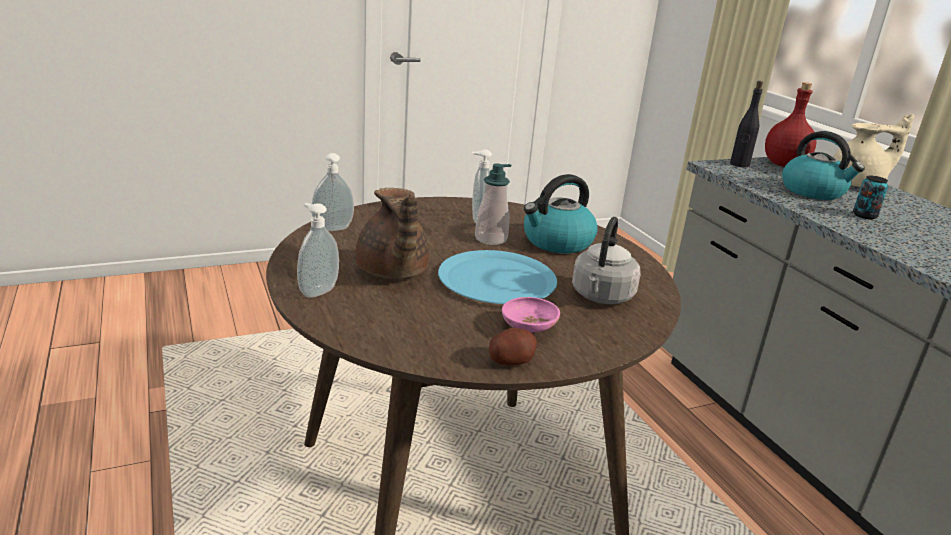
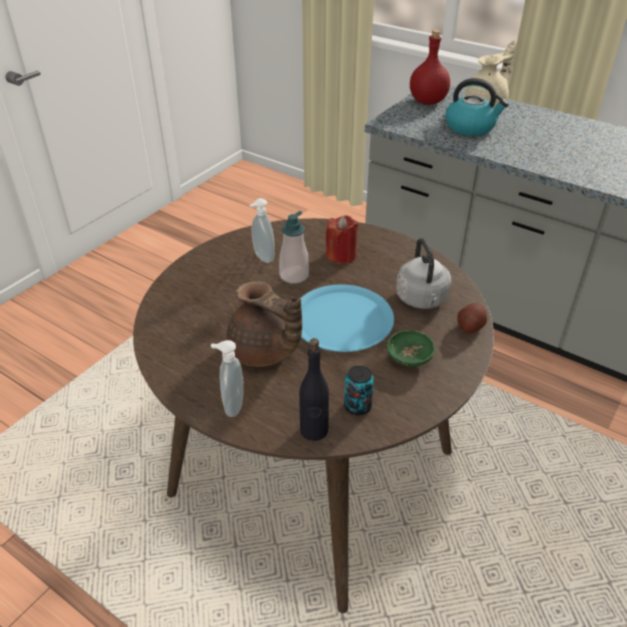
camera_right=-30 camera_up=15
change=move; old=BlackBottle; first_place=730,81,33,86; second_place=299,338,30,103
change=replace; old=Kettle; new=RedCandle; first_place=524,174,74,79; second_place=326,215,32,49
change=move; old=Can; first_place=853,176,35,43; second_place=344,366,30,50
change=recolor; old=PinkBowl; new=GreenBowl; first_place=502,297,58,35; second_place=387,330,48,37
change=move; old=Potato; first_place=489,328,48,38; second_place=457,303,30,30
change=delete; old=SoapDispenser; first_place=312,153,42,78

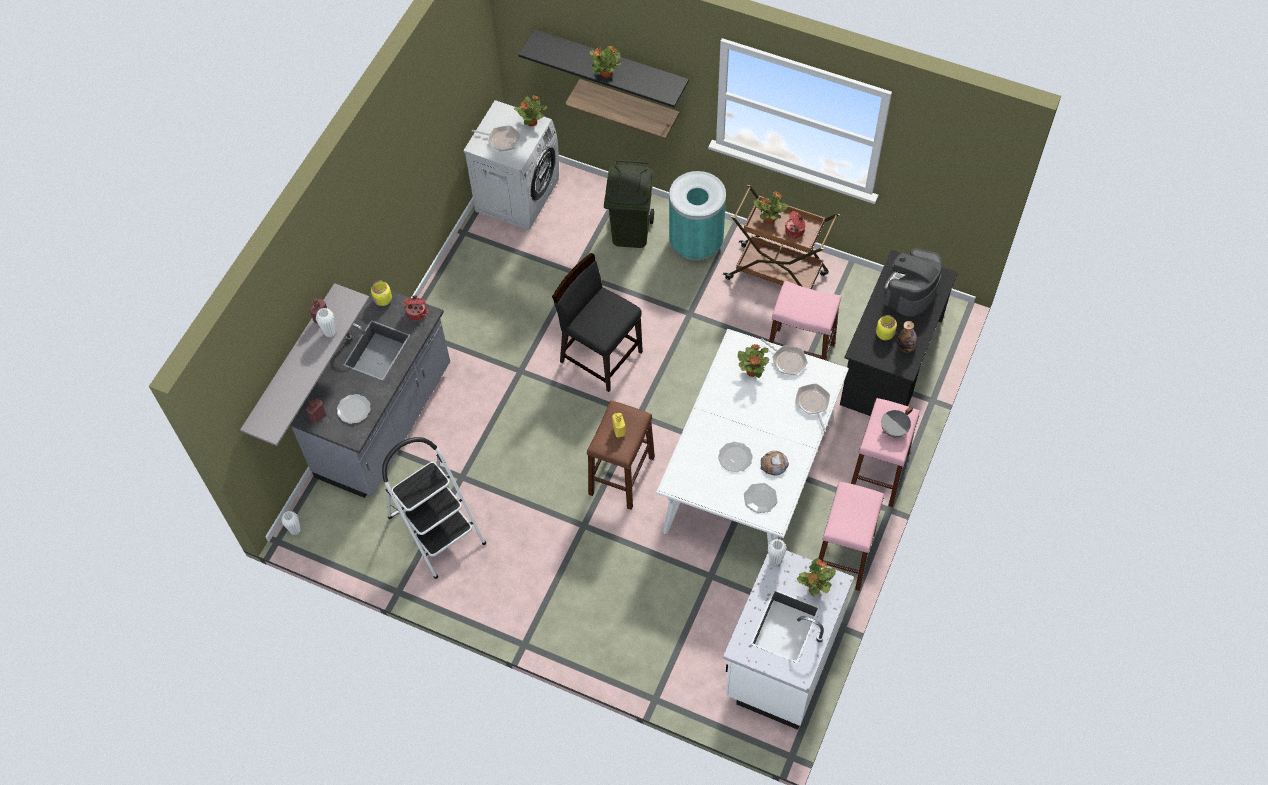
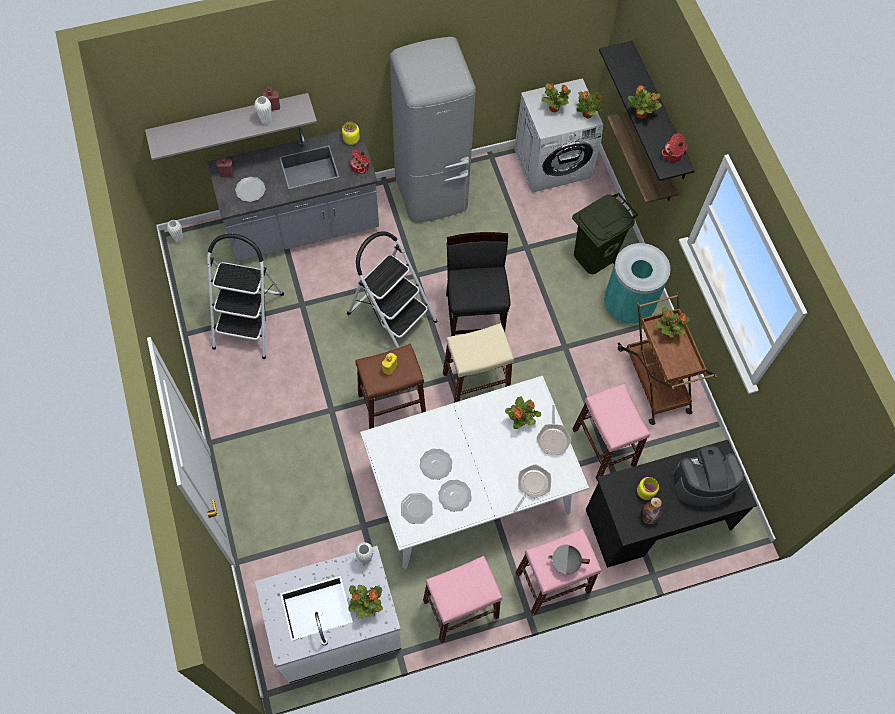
camera_right=45 camera_up=5
change=insert; new=StepLadder; second_place=347,231,91,117
change=insert; new=GreyFridge; second_place=390,37,86,186
change=replace; old=Bread; new=Plate; first_place=760,451,29,24; second_place=438,480,34,32
change=insert; new=BeigeStool; second_place=443,323,71,80
change=replace; old=FryingPan; new=PottedPlant; first_place=472,125,48,27; second_place=541,83,30,29
change=move; old=CookingPot; first_place=785,211,20,27; second_place=662,133,26,29

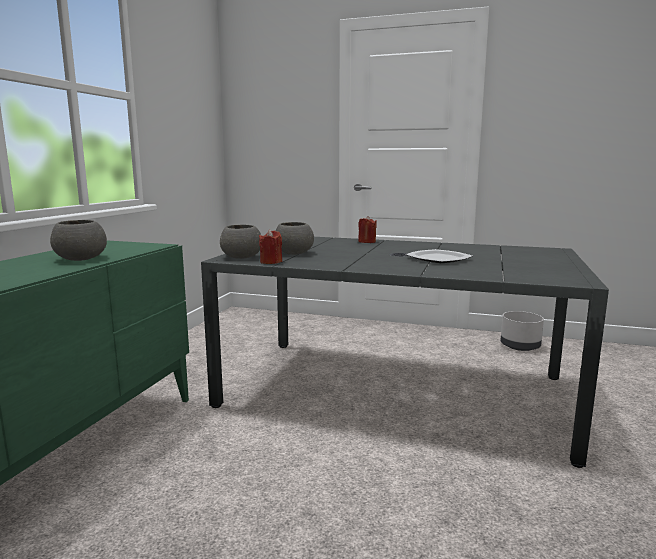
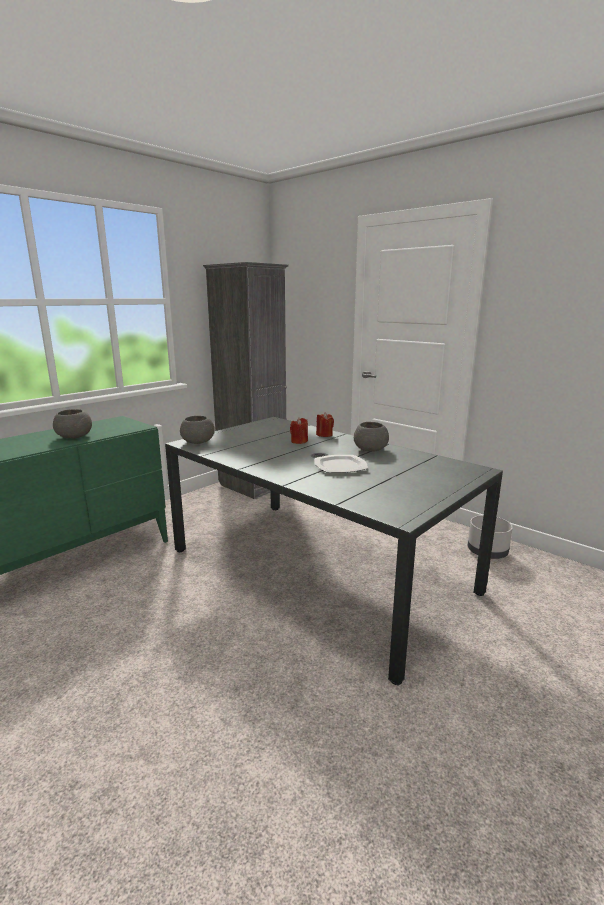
camera_right=25 camera_up=5
change=insert; new=GreyCabinet; second_place=203,262,86,237
change=move; old=RedCandle; first_place=259,229,23,35; second_place=290,418,18,26
change=move; old=GreyBowl; first_place=275,222,39,33; second_place=354,422,35,30

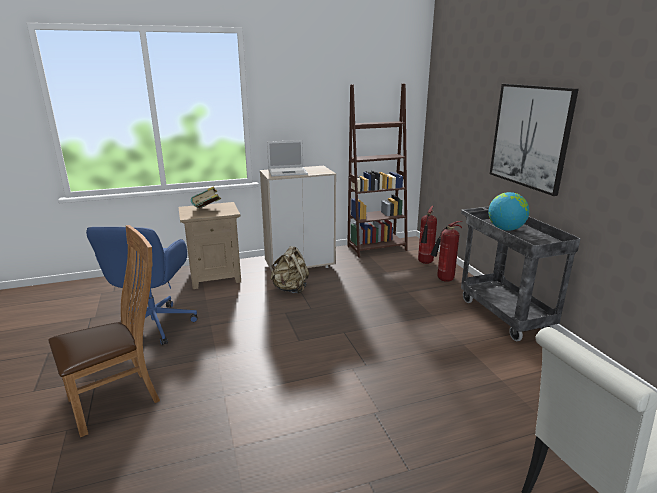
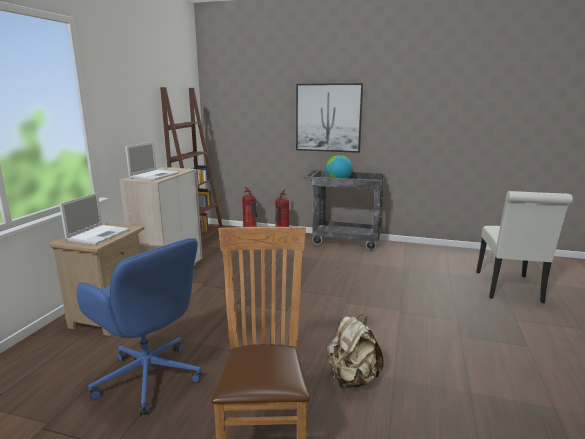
camera_right=-55 camera_up=-5
change=replace; old=Book; new=Laptop; first_place=191,186,30,23; second_place=59,192,71,53
change=move; old=BeigeBackpack; first_place=270,246,39,48; second_place=326,314,58,74

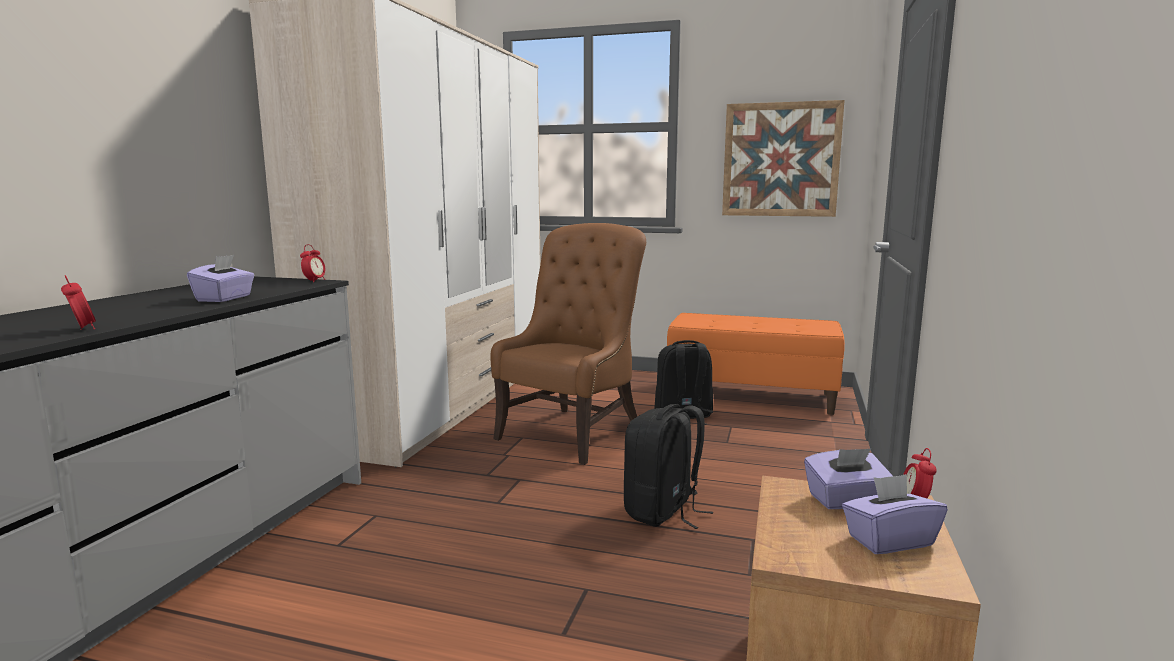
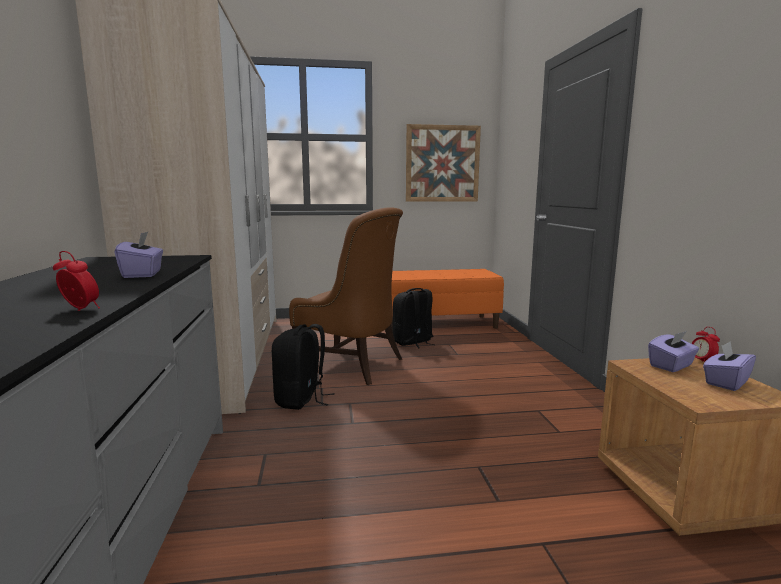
camera_right=-25 camera_up=0
change=move; old=BlackBackpack; first_place=624,404,89,125; second_place=272,324,63,86
change=rotate; old=BrownChair; first_place=490,223,156,242; second_place=289,207,114,178; degrees=105
change=delete; old=AlarmClock; first_place=300,244,25,38

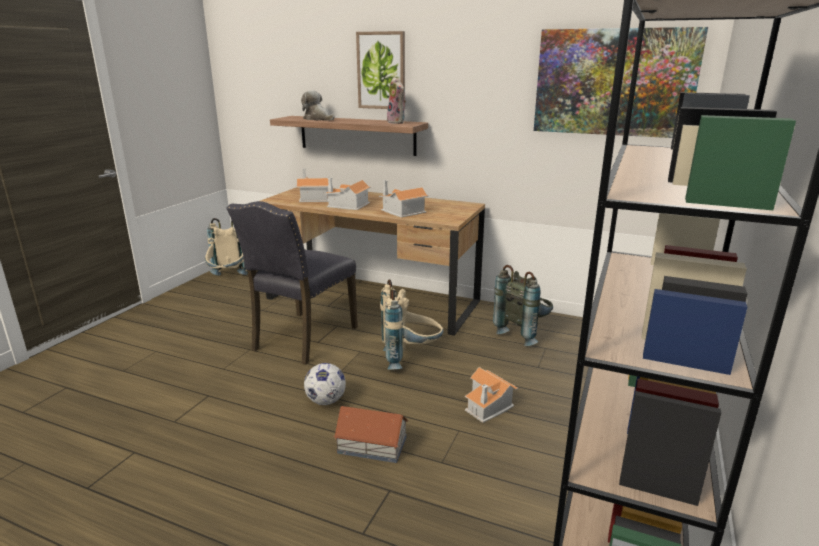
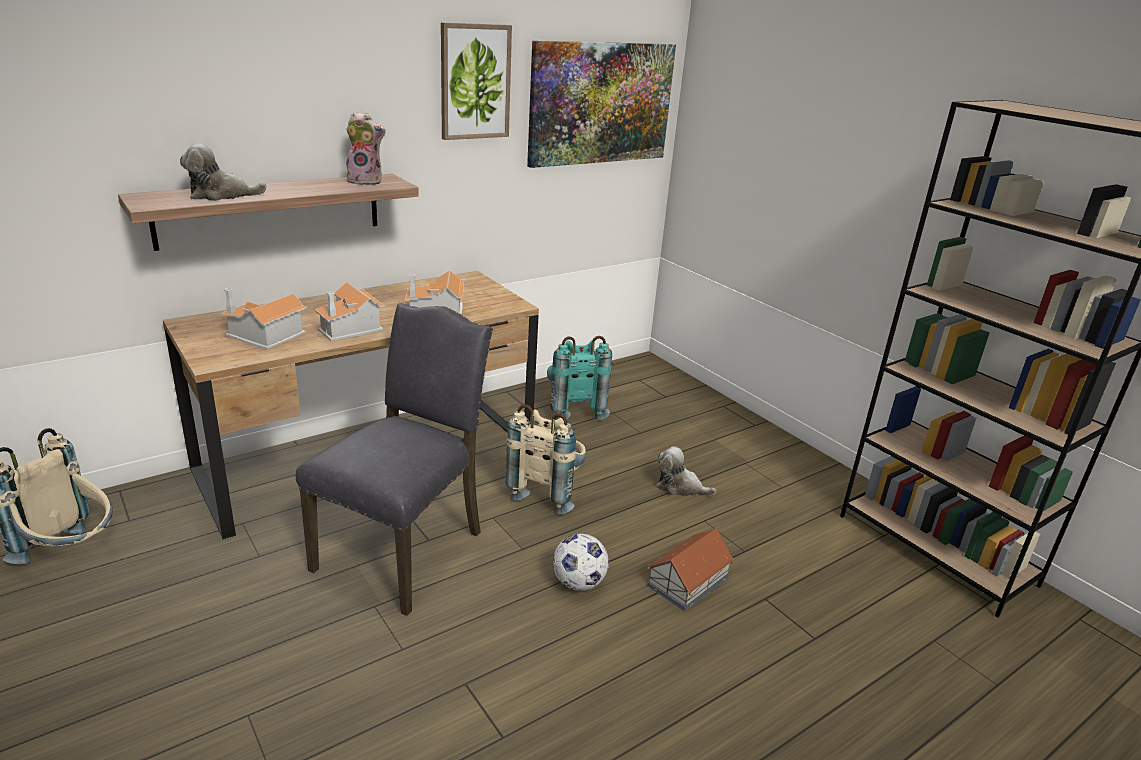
camera_right=-60 camera_up=5
change=rotate; old=GreyChair; first_place=226,201,132,164; second_place=296,303,197,313; degrees=-120
change=move; old=Picture; first_place=356,31,49,78; second_place=441,23,71,117
change=recolor; old=GreyBackpack; new=TurquoiseBackpack; first_place=493,265,60,81; second_place=547,336,65,84
change=replace; old=ToyHouse; new=PlushToy; first_place=465,367,53,56; second_place=657,446,59,50

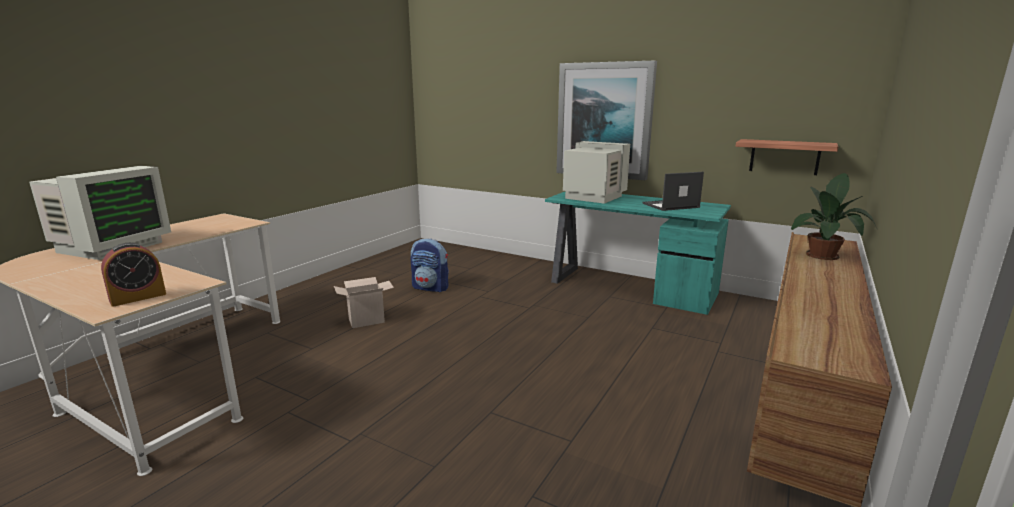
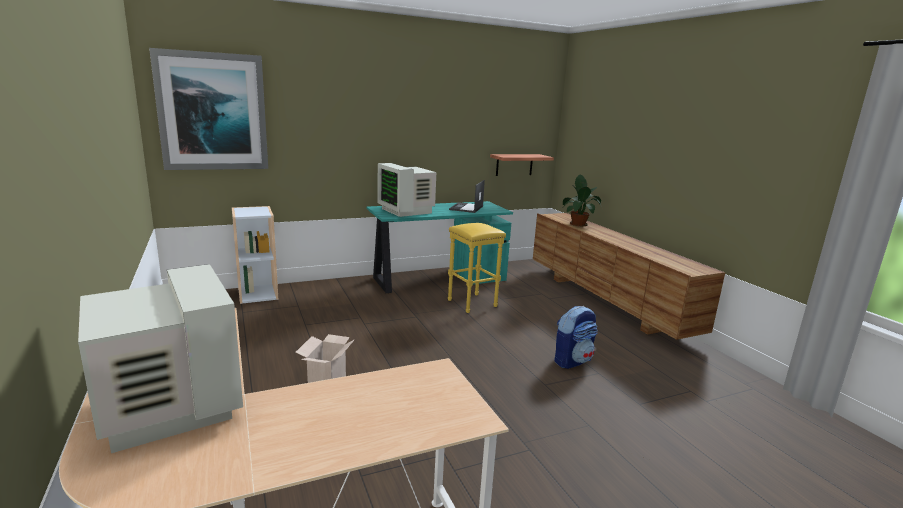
camera_right=-55 camera_up=0
change=move; old=Picture; first_place=556,60,101,120; second_place=149,48,119,122
change=insert; new=Bookcase; second_place=232,206,46,98
change=rotate; old=Monitor; first_place=563,141,67,63; second_place=377,163,59,54; degrees=-105
change=insert; new=YellowStool; second_place=448,223,58,90
change=move; old=Backpack; first_place=411,238,38,54; second_place=554,306,44,63
change=delete; old=AlarmClock; first_place=101,243,65,64

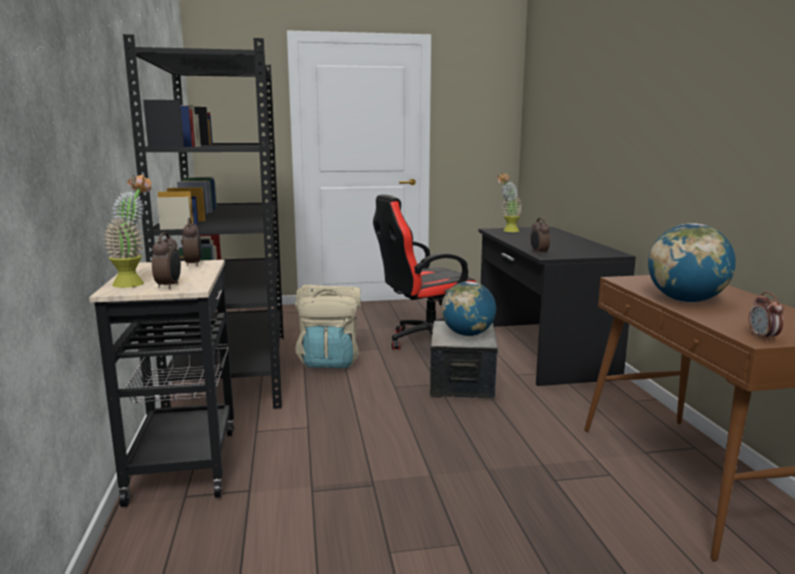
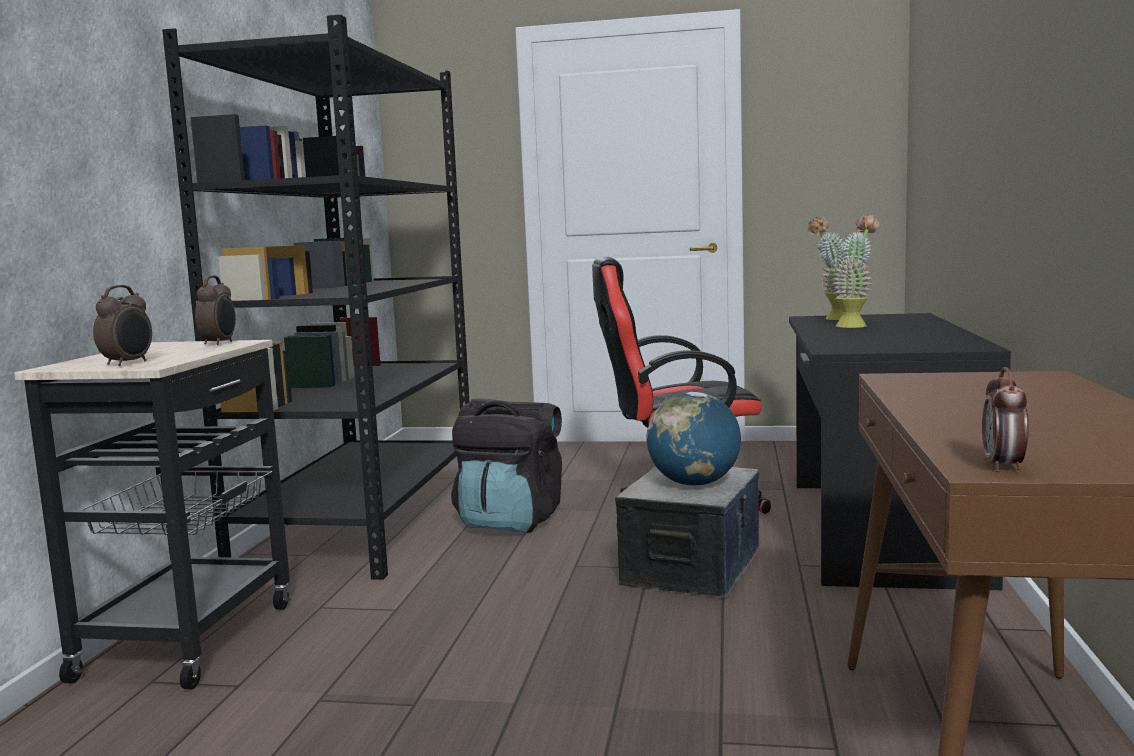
camera_right=20 camera_up=-5
change=recolor; old=BeigeBackpack; new=BlackBackpack; first_place=295,285,66,83; second_place=451,399,111,134
change=move; old=PottedPlant; first_place=103,175,48,113; second_place=832,215,47,113
change=delete; old=AlarmClock; first_place=530,218,20,37
change=delete; old=Globe; first_place=648,223,88,80

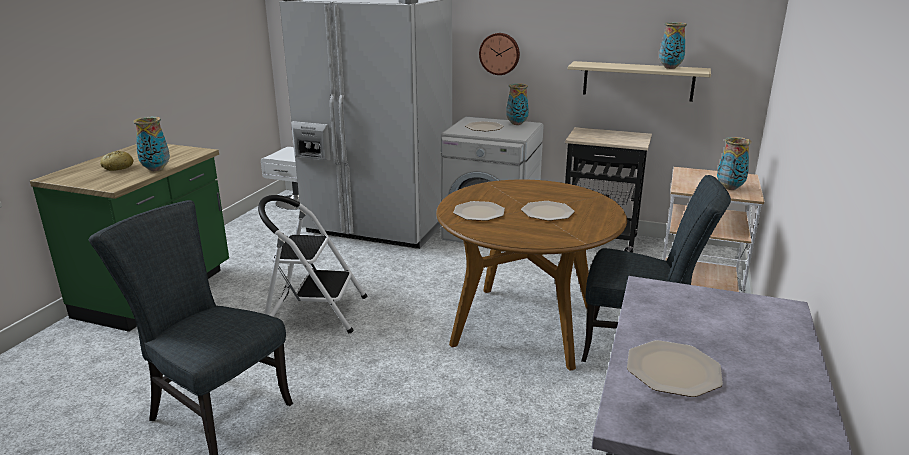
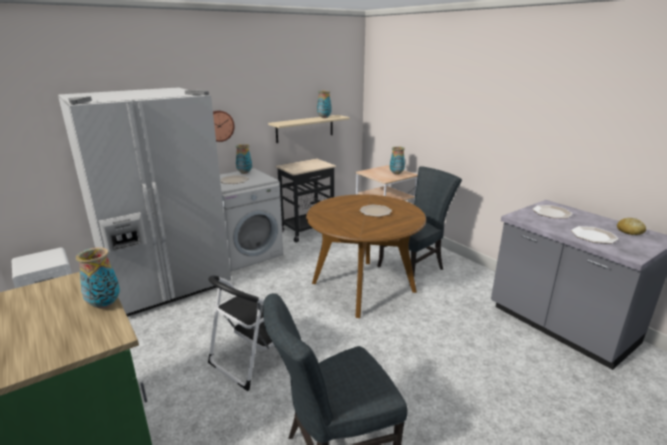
camera_right=-55 camera_up=0
change=move; old=Plate; first_place=453,201,52,20; second_place=532,205,40,13
change=move; old=Bread; first_place=100,151,34,20; second_place=617,218,29,17

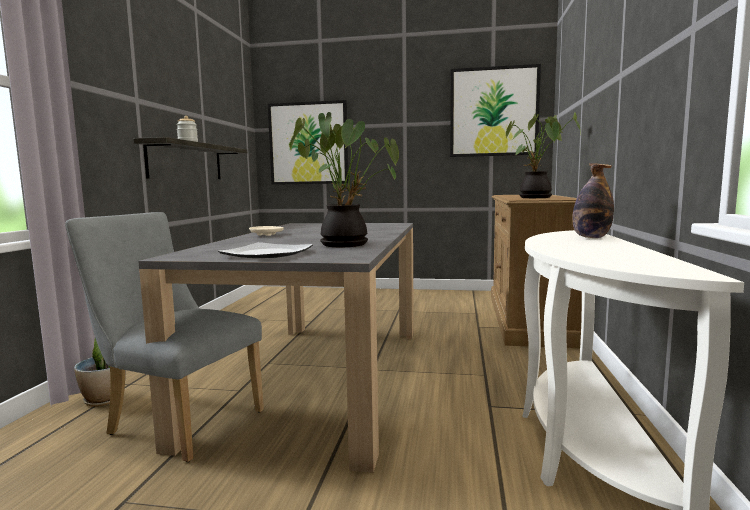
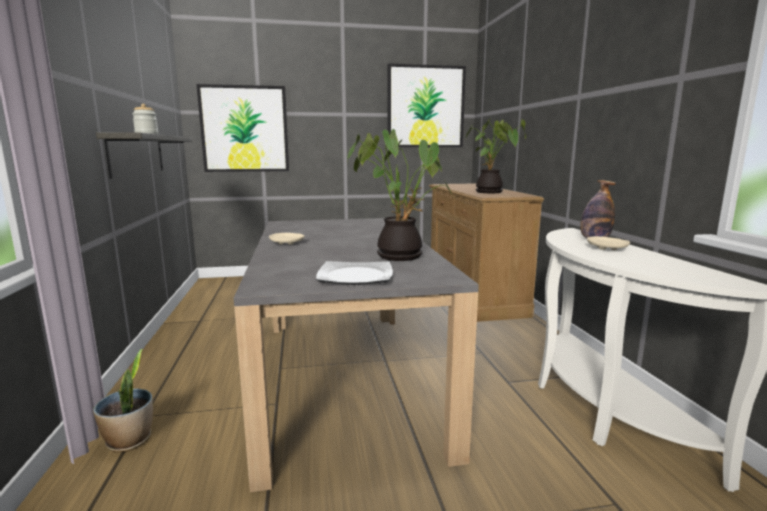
camera_right=-20 camera_up=5
change=insert; new=BeigePlate; second_place=587,236,43,14
change=delete; old=GreyChair; first_place=65,212,199,250

